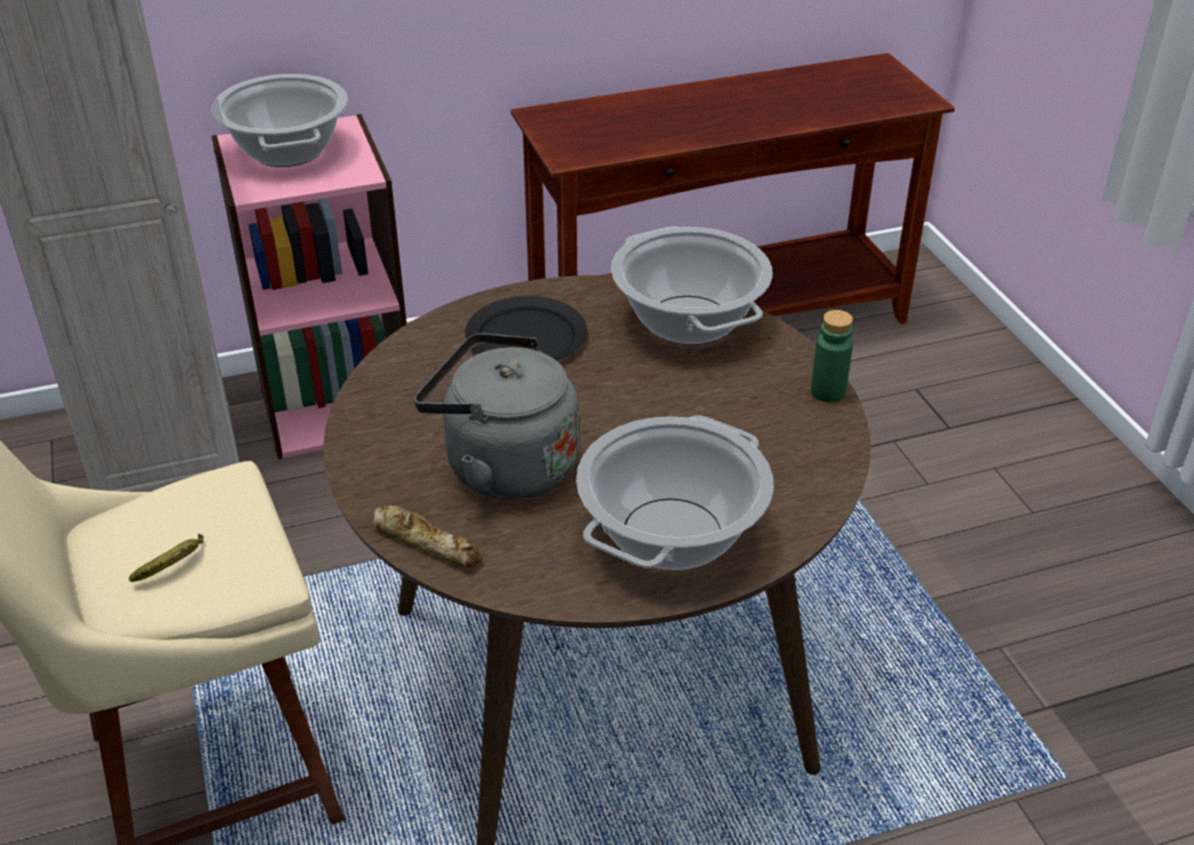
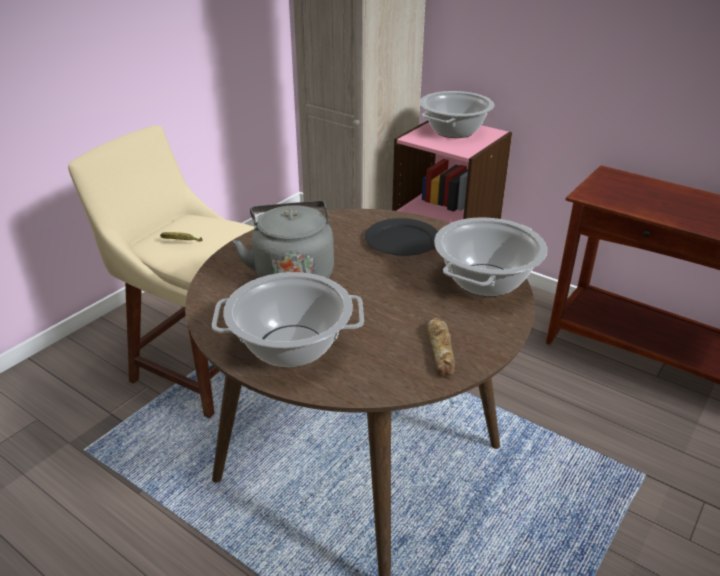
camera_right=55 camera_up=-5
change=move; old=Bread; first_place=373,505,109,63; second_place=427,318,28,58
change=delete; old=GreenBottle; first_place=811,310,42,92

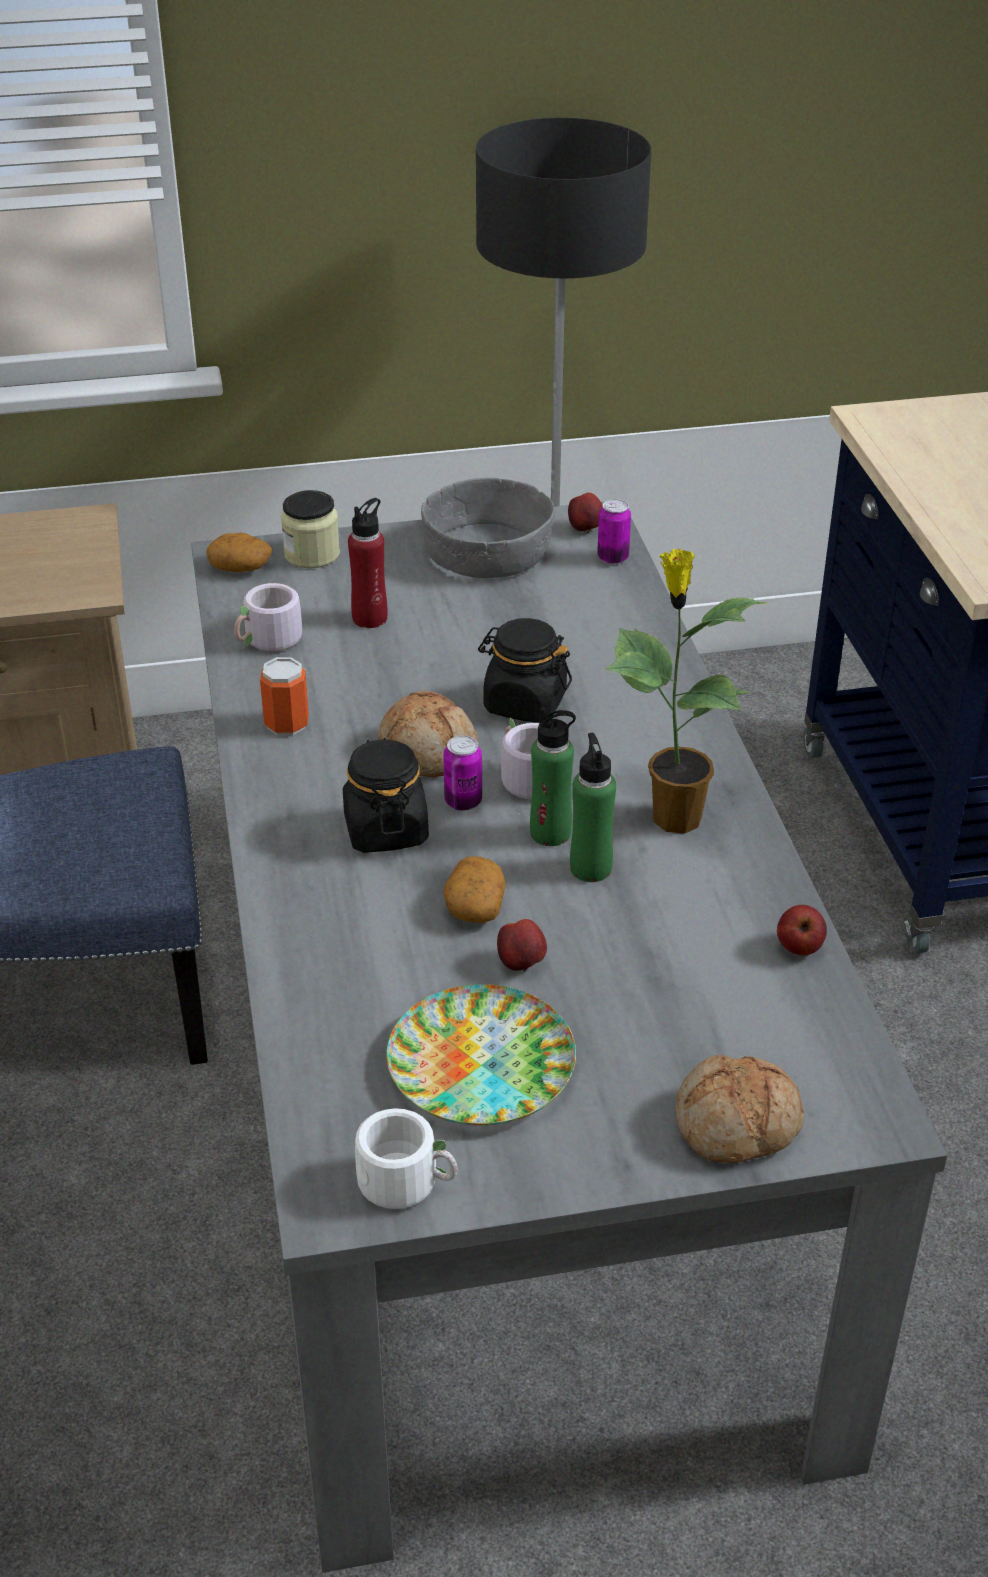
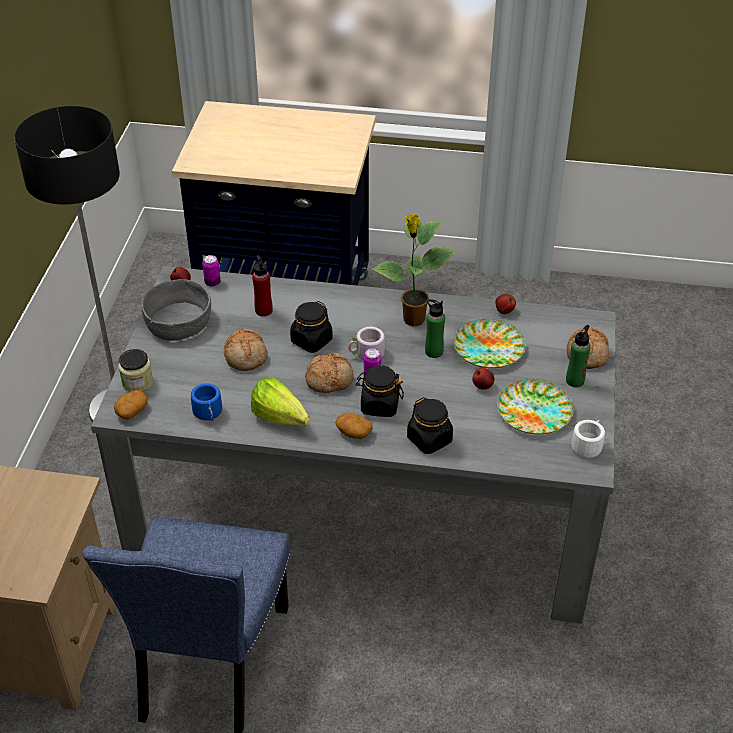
camera_right=-70 camera_up=5
change=recolor; old=GreyMug; new=BlueMug; first_place=234,583,86,68; second_place=191,383,31,38
change=insert; new=Bread; second_place=224,329,44,42
change=replace; old=Can; new=Lettuce; first_place=260,657,49,78; second_place=251,378,59,48
change=move; old=RedBottle; first_place=348,498,40,130; second_place=252,255,21,62
change=move; old=Potato; first_place=443,856,63,67; second_place=335,413,38,26
change=insert; new=BlackJar; second_place=407,397,46,57
change=insert; new=Plate; second_place=454,319,72,49
change=move; old=GreenBottle; first_place=530,707,46,139; second_place=566,325,25,62

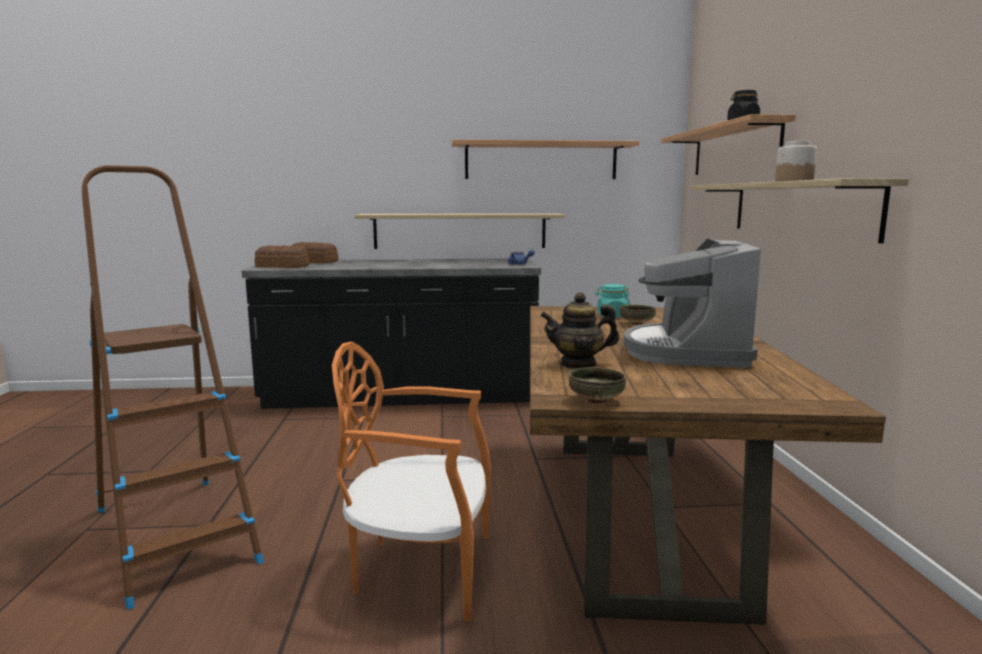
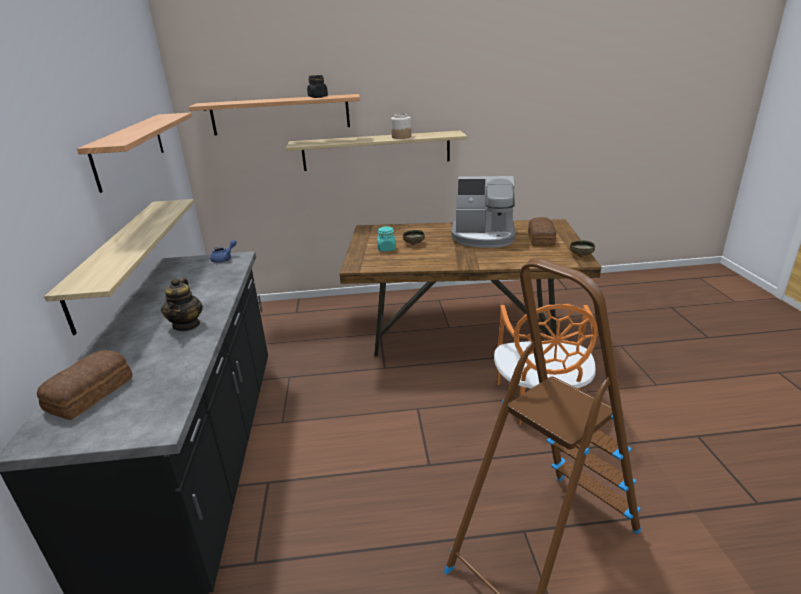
camera_right=-90 camera_up=15
change=move; old=Teapot; first_place=540,292,79,77; second_place=161,278,42,53
change=move; old=Bread; first_place=255,245,55,23; second_place=528,217,28,29

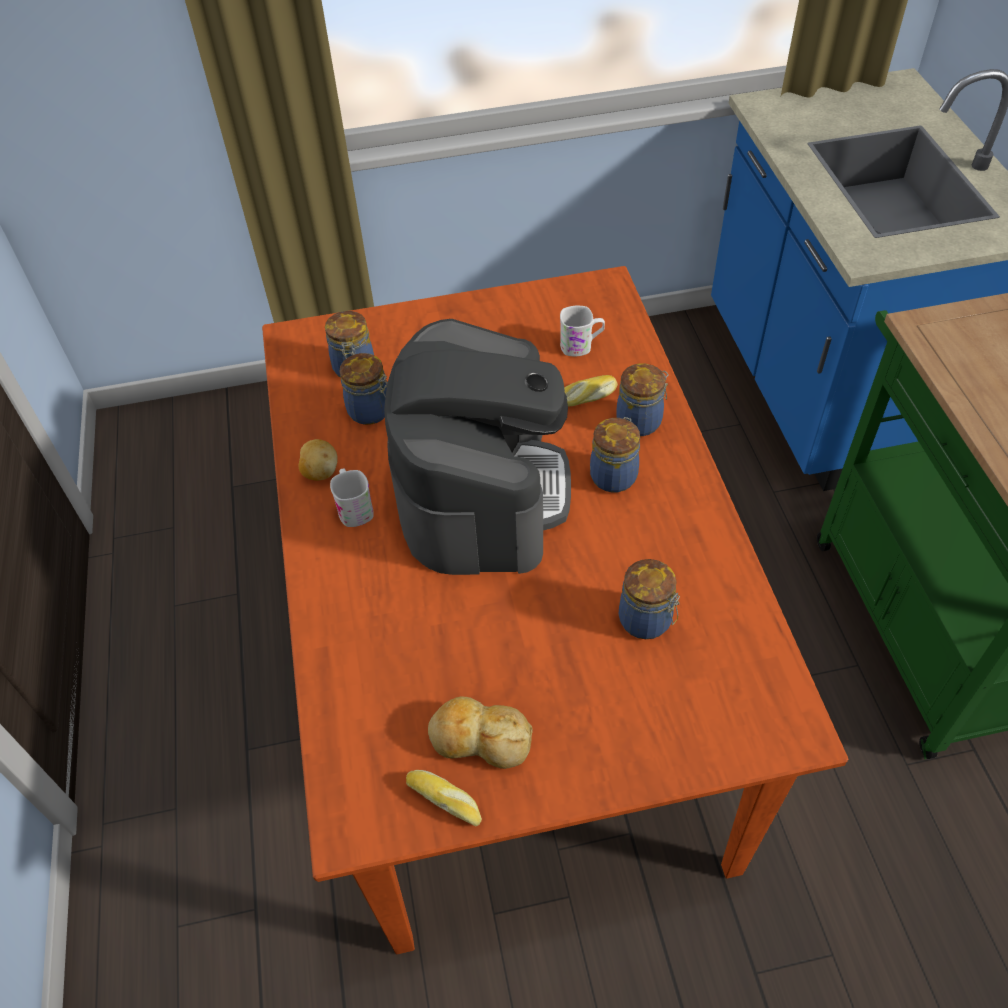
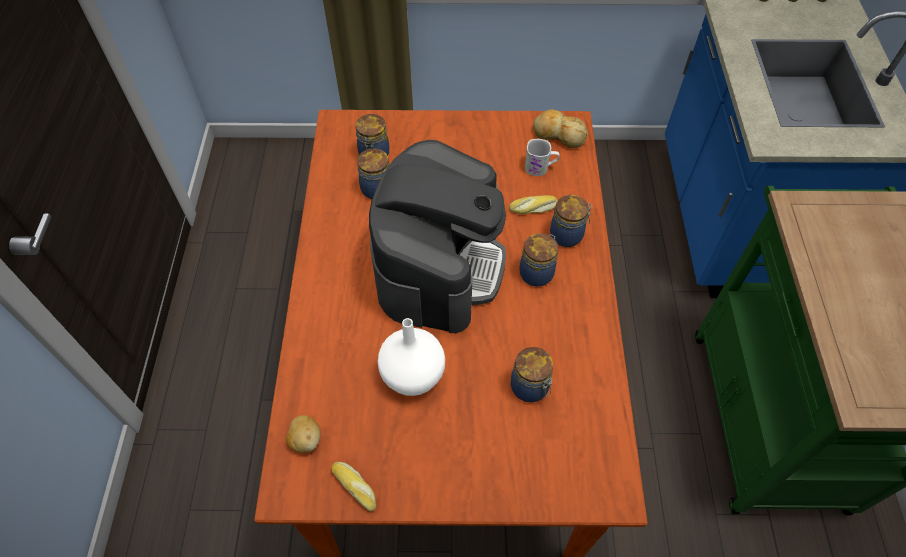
camera_right=10 camera_up=5
change=move; old=Potato; first_place=299,439,39,42; second_place=286,415,35,38
change=insert; new=WhiteVase; second_place=377,318,68,78
change=move; old=Bread; first_place=428,696,104,73; second_place=533,109,55,39
change=delete; old=WhiteMug; first_place=330,469,44,58

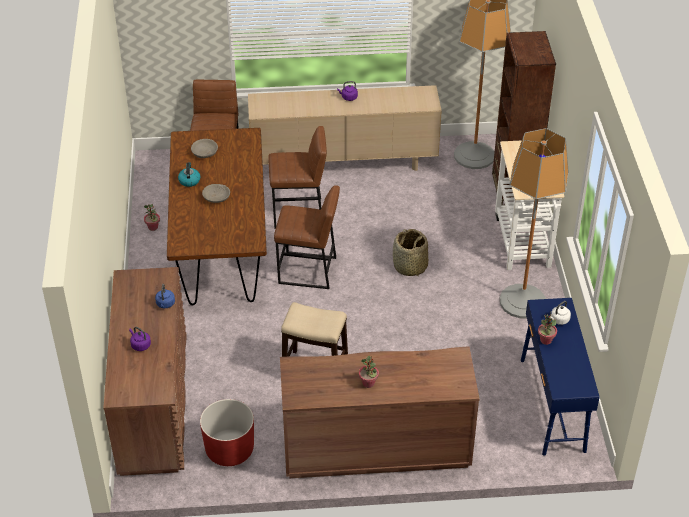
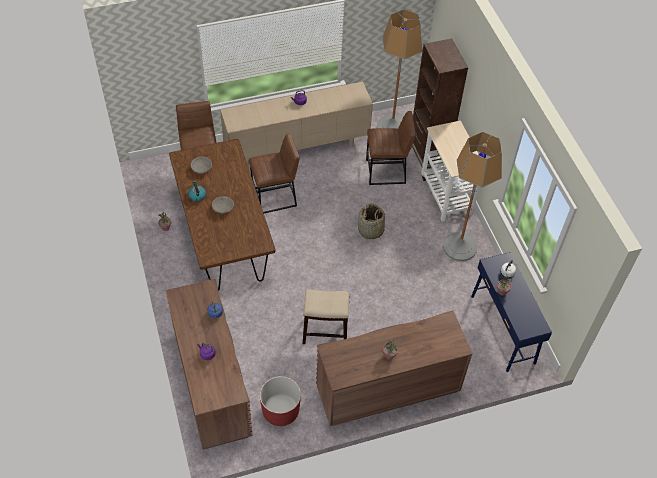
camera_right=-15 camera_up=10
change=move; old=BrownChair; first_place=274,185,66,104; second_place=366,111,50,74

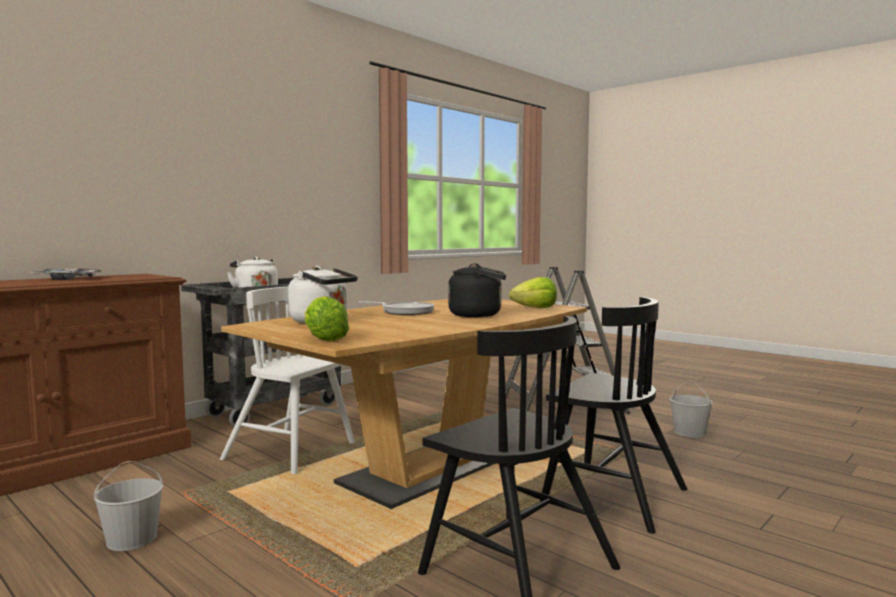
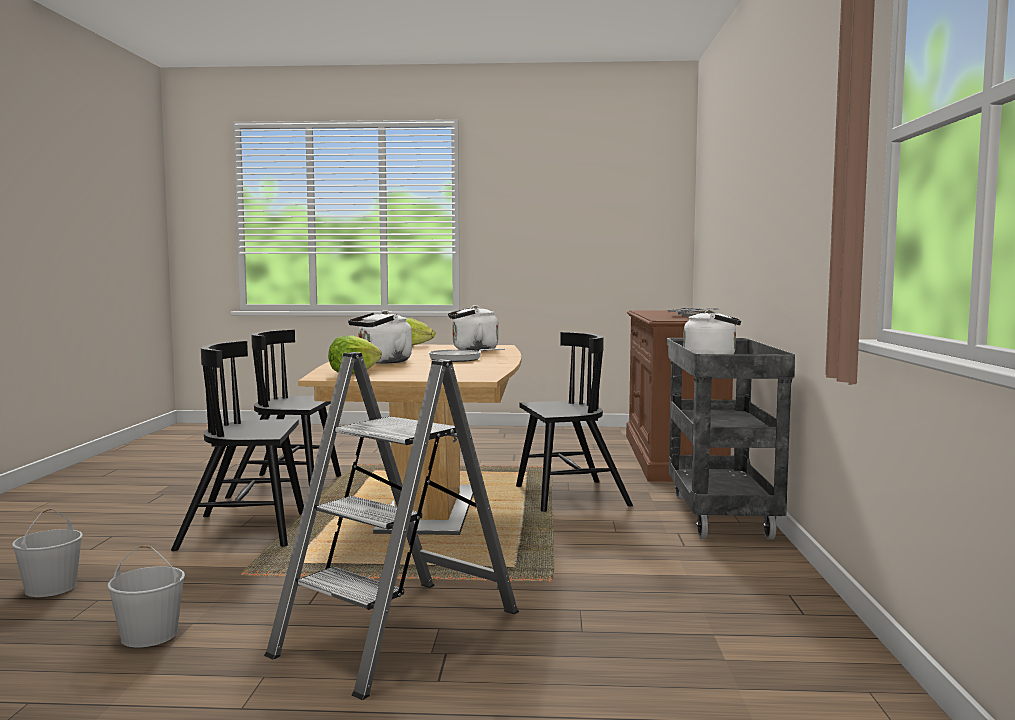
camera_right=140 camera_up=0
change=move; old=WhiteBucket; first_place=94,461,69,90; second_place=12,508,71,89
change=recolor; old=BlackKettle; new=WhiteKettle; first_place=448,263,58,54; second_place=348,310,64,53
change=recolor; old=WhiteChair; new=BlackChair; first_place=220,287,135,187; second_place=516,332,117,180

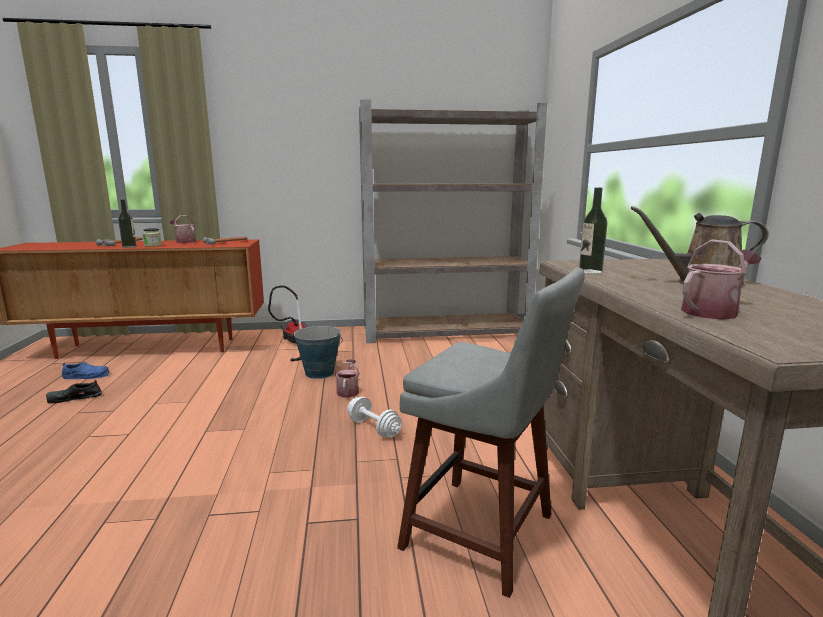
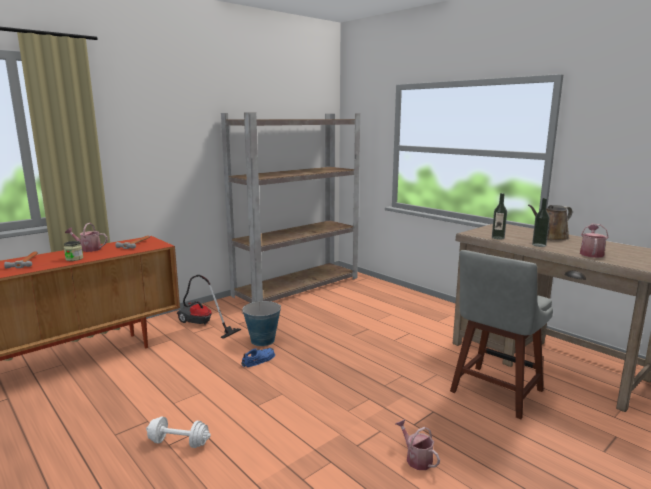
camera_right=-35 camera_up=0
change=move; old=WhiteDumbbell; first_place=347,397,55,40; second_place=146,417,65,31
change=move; old=BlueShoe; first_place=62,362,47,17; second_place=241,348,34,19
change=move; old=WateringCan; first_place=335,359,25,39; second_place=396,419,44,51
change=rotate; old=GreyChair; first_place=397,268,188,330; second_place=450,250,103,169; degrees=135
change=move; old=Bottle; first_place=118,199,19,49; second_place=532,198,18,49
change=delete; old=BlackShoe; first_place=46,380,56,24

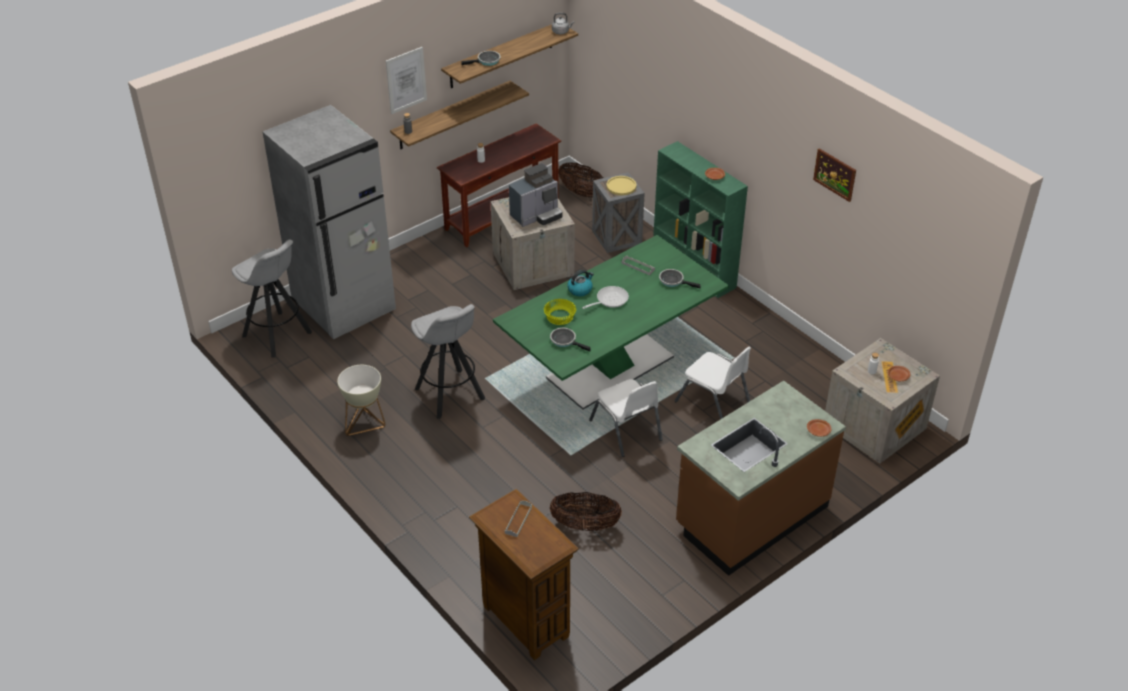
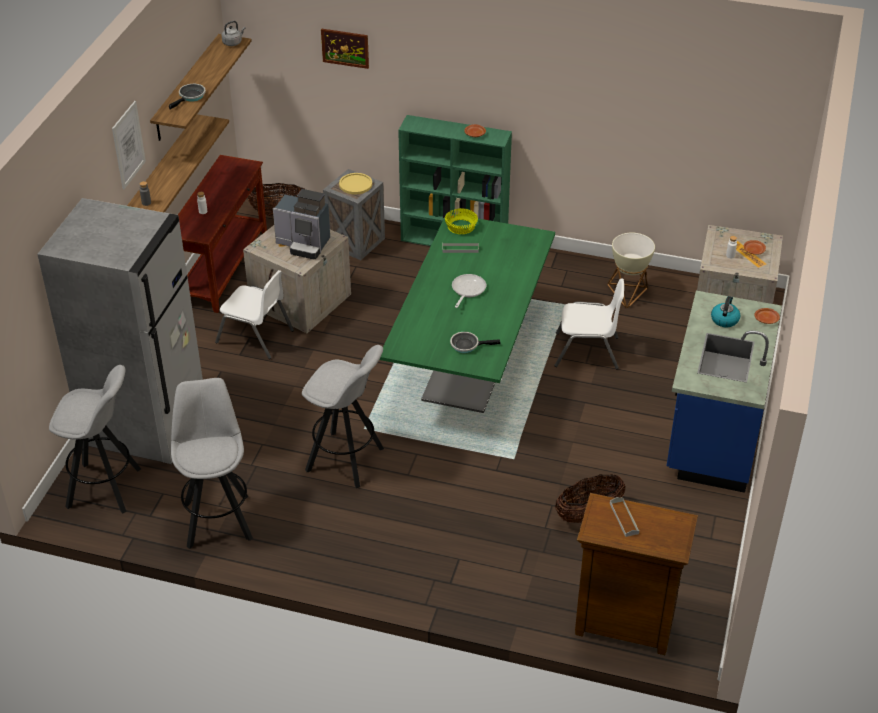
camera_right=-35 camera_up=0
change=insert; new=GreyStool; second_place=171,378,82,171
change=move; old=WhiteChair; first_place=589,379,74,78; second_place=215,270,79,89
change=rotate; old=CoffeeMachine; first_place=509,163,54,64; second_place=273,189,57,70; degrees=90
change=move; old=Picture; first_place=813,148,43,54; second_place=321,28,48,41
change=move; old=YellowBowl; first_place=544,299,32,26; second_place=445,208,33,26
change=move; old=Planter; first_place=337,365,48,71; second_place=607,233,48,75
change=recolor; old=BrownCounter; new=BlueCounter; first_place=676,381,170,195; second_place=667,291,115,202
change=move; old=Kettle; first_place=567,270,27,26; second_place=711,296,29,31
change=delete; old=FryingPan; first_place=659,269,41,19

